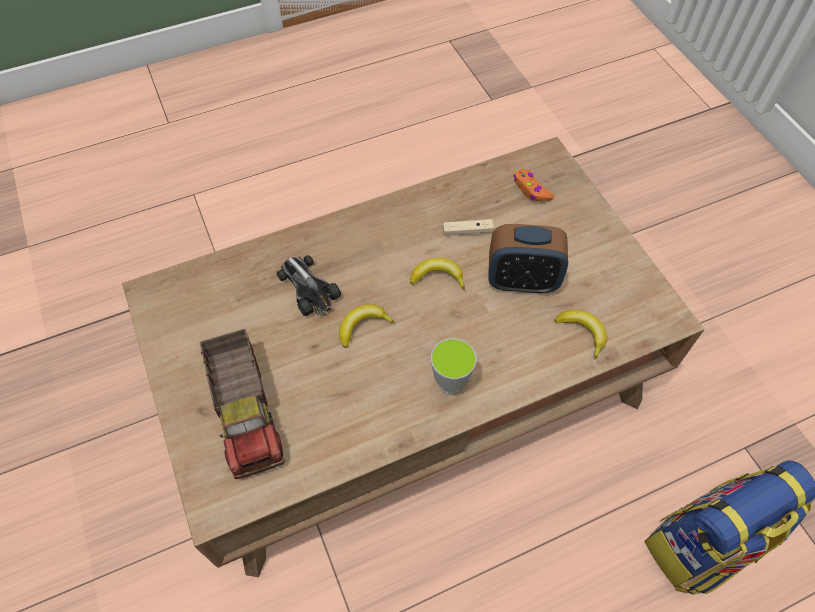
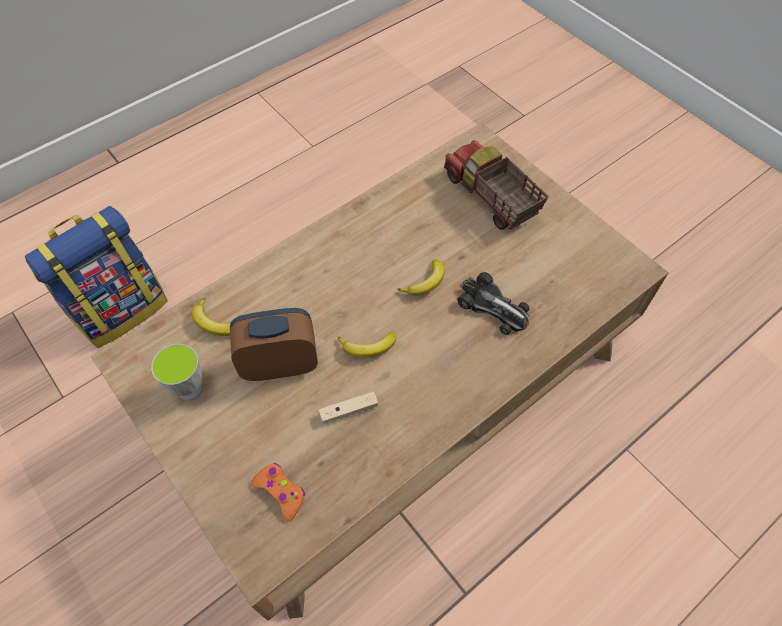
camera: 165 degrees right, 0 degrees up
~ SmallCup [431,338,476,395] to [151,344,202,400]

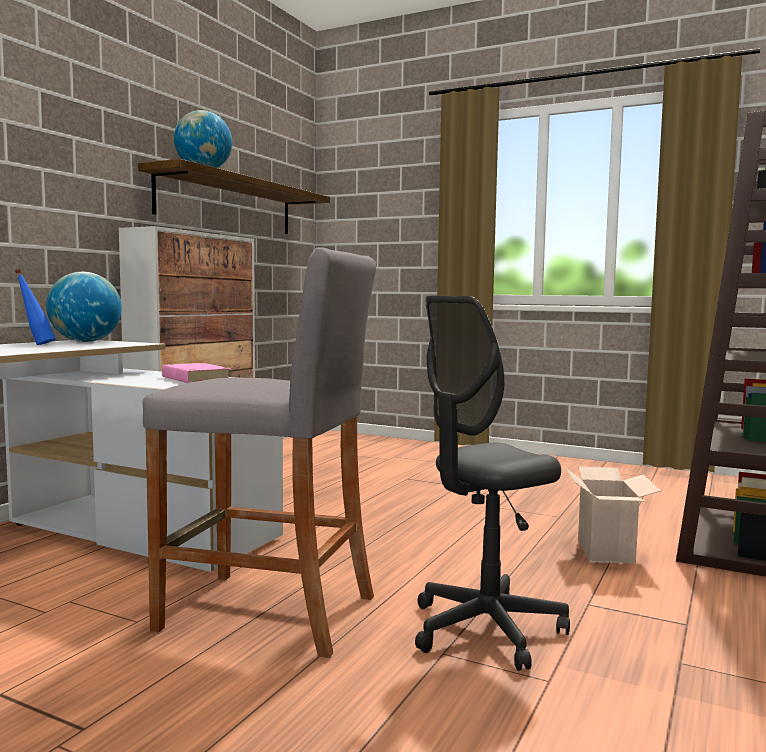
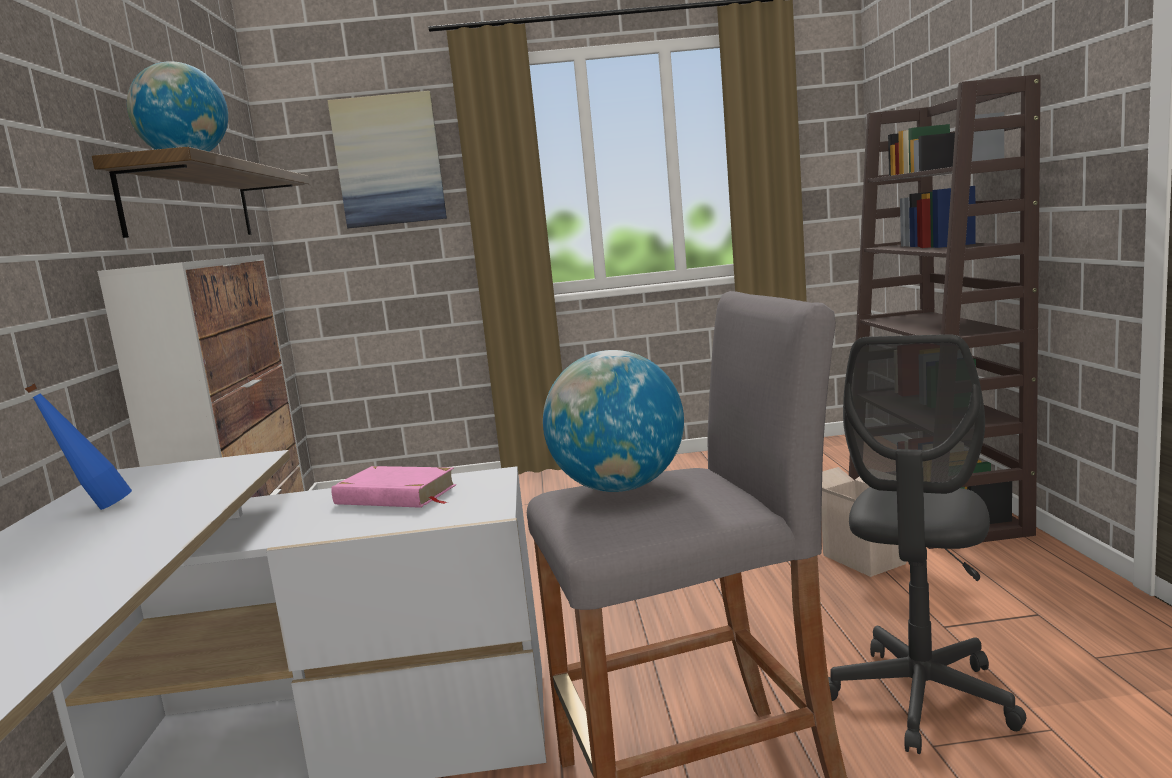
camera: 30 degrees left, 5 degrees up
~ Globe [46,272,122,342] to [543,350,684,492]
+ WallPicture [328,91,447,228]

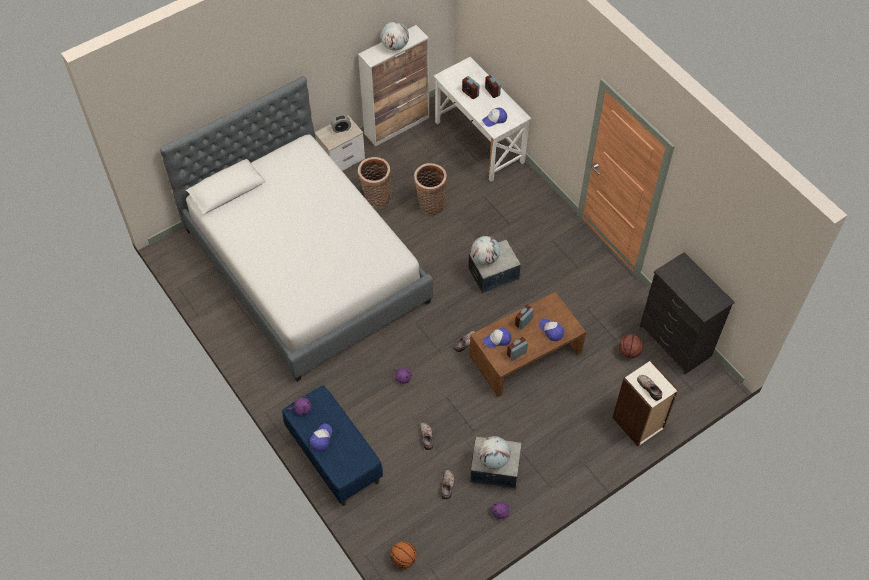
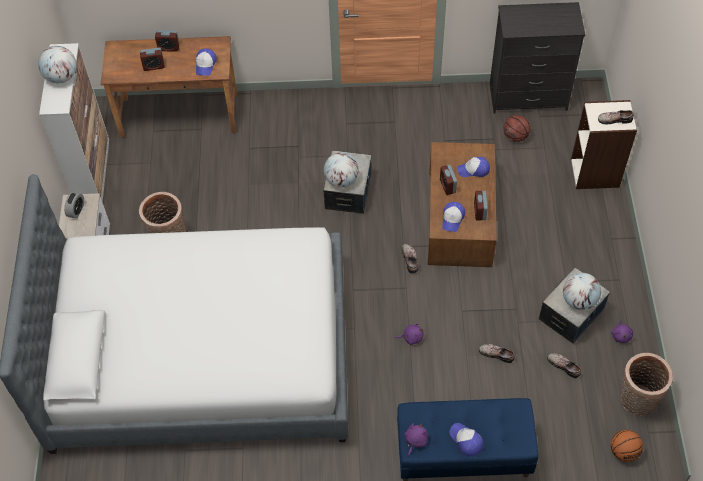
camera: 55 degrees left, 0 degrees up
~ WhiteDeskUnit [433,57,532,182] to BrownDeskUnit [101,36,237,137]
~ HouseholdBasket [414,163,447,215] to [621,353,673,416]

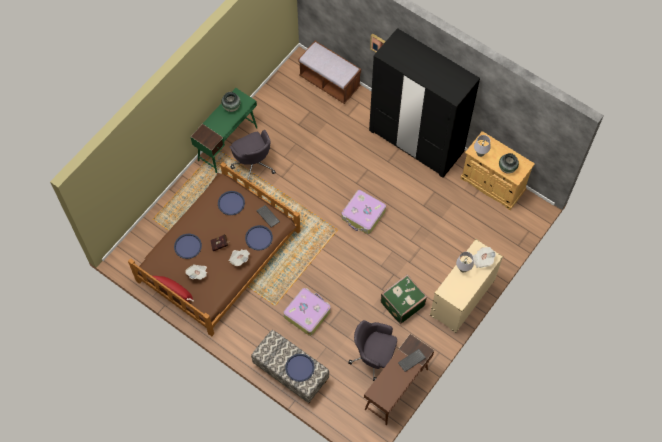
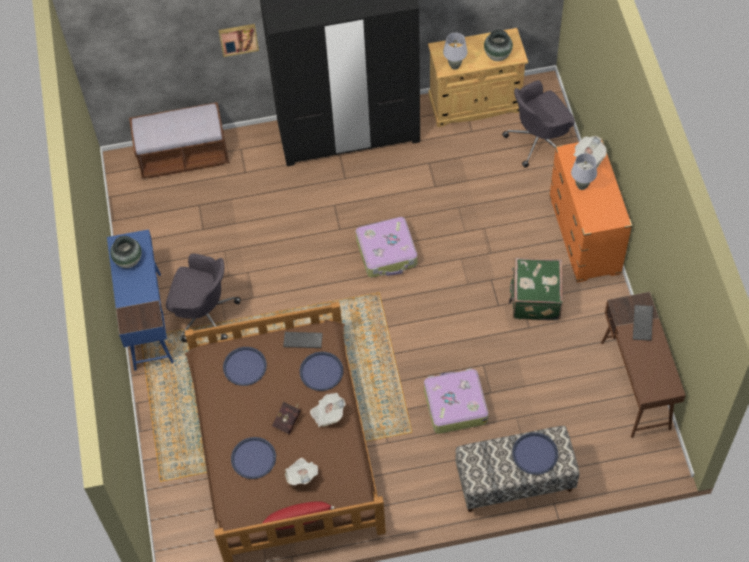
camera: 45 degrees left, 5 degrees down
~ GreenishDeskUnit [191,88,257,173] to BlueDeskUnit [107,229,174,371]
~ BeigeChestOfDrawers [430,239,503,333] to OrangeColouredChestOfDrawers [549,138,632,283]
~ GreyishOfficeChair [348,320,397,381] to [502,80,575,168]

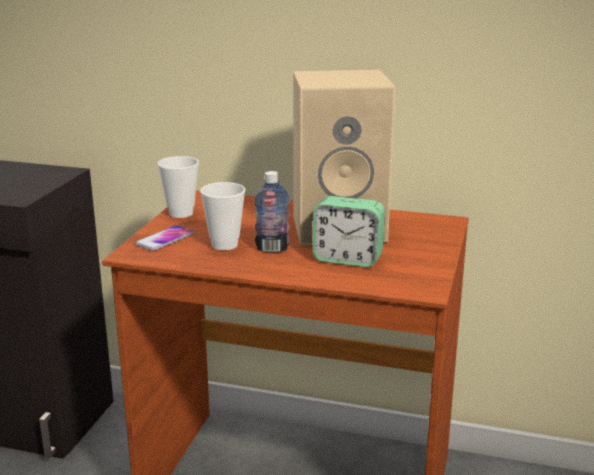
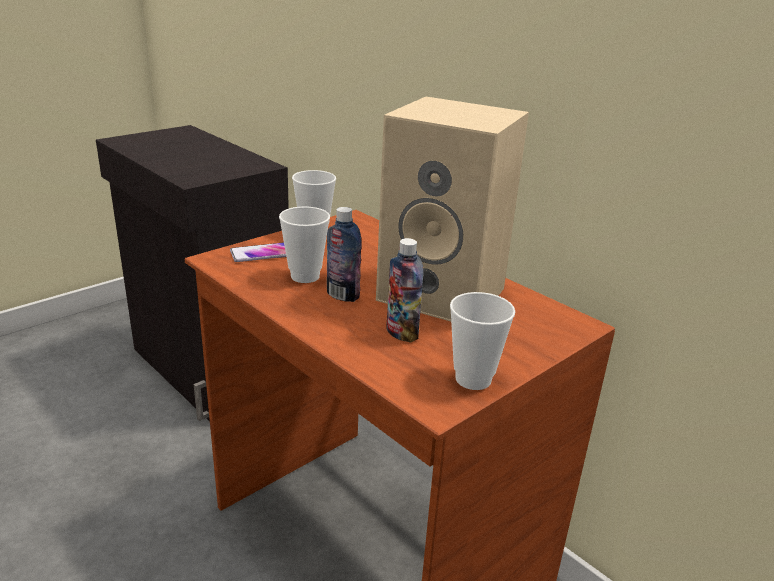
camera: 30 degrees right, 5 degrees up
~ TableClock [312,196,385,267] to Bottle [386,238,423,343]
+ SmallCup [450,292,515,390]

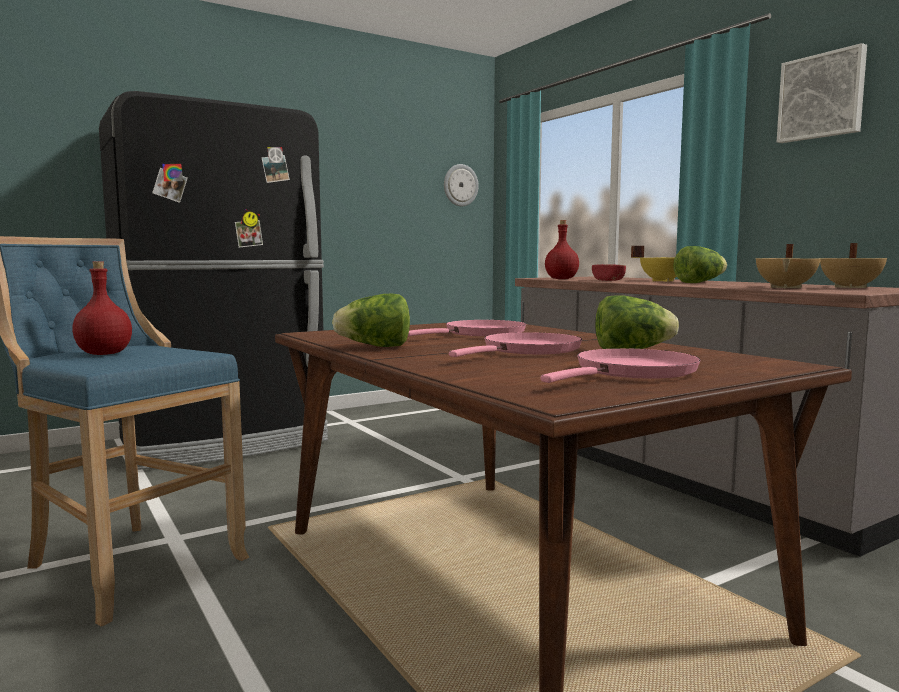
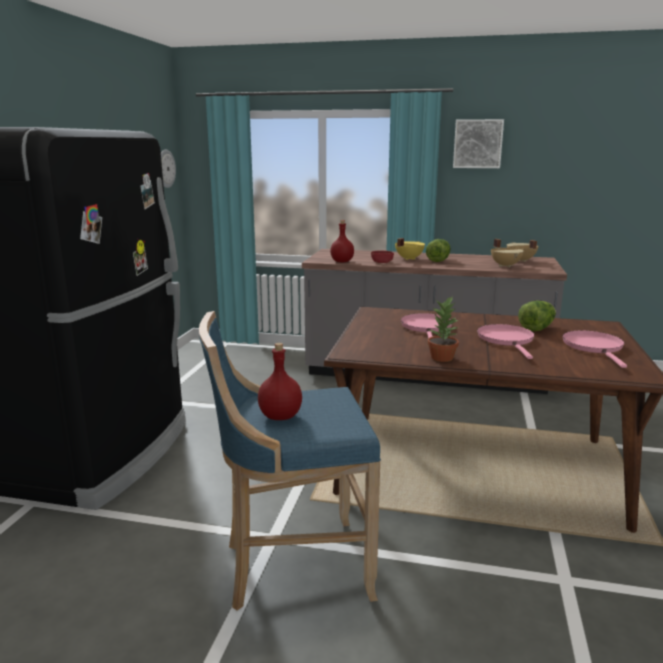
camera: 45 degrees left, 10 degrees up
~ HeadOfLettuce [332,294,410,347] to PlantInAPot [428,296,459,362]

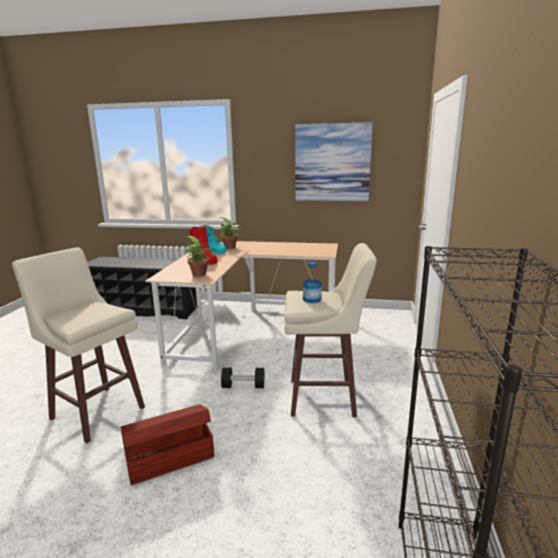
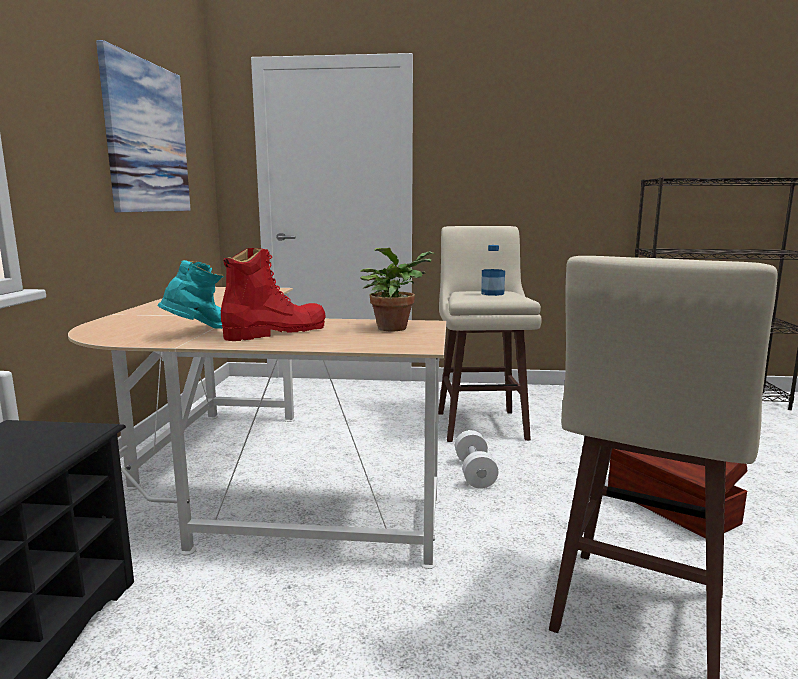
camera: 95 degrees left, 5 degrees down
- PlantInAPot [219,217,241,249]
~ BlackColouredFreeWeight [221,368,265,388] to WhiteFreeWeight [455,430,498,489]

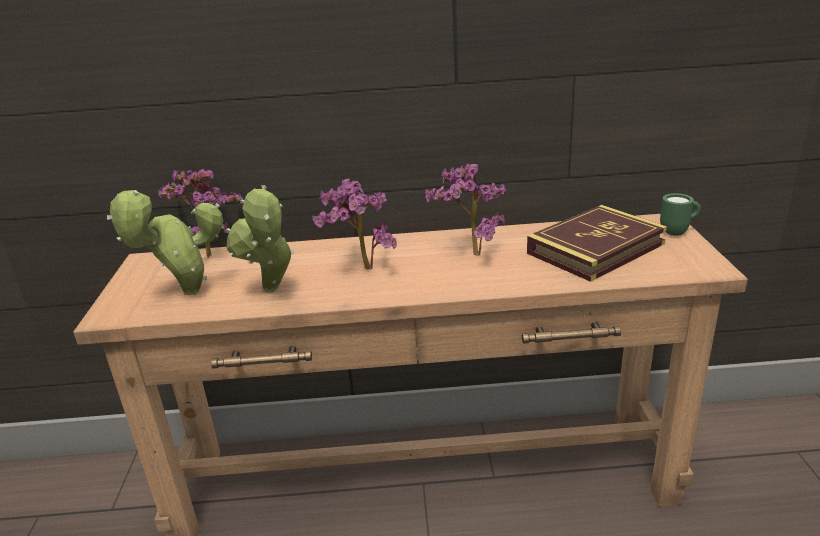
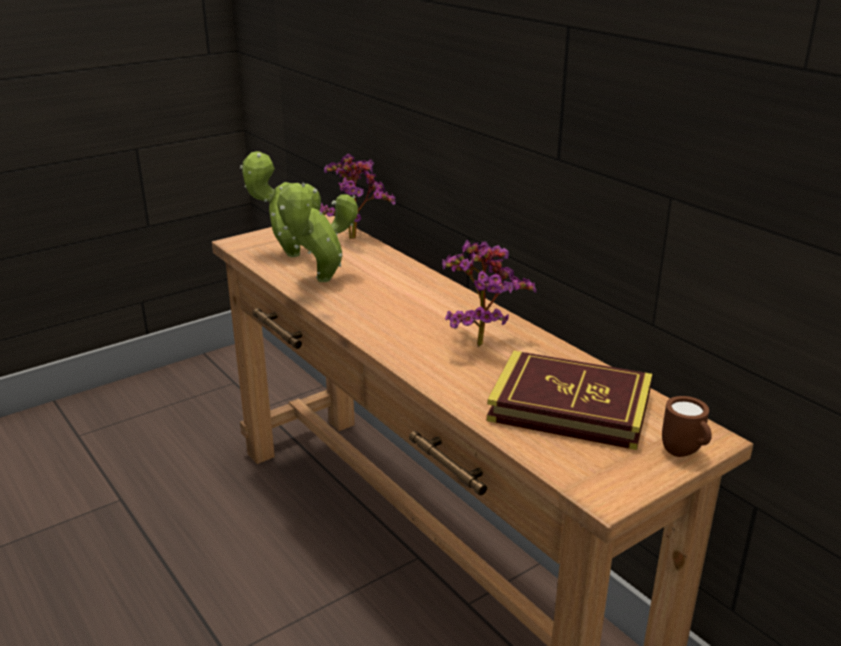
camera: 55 degrees right, 0 degrees up
- PlantInAPot [312,179,397,270]
~ GreenishMug [660,193,701,236] to BrownMug [662,396,712,457]

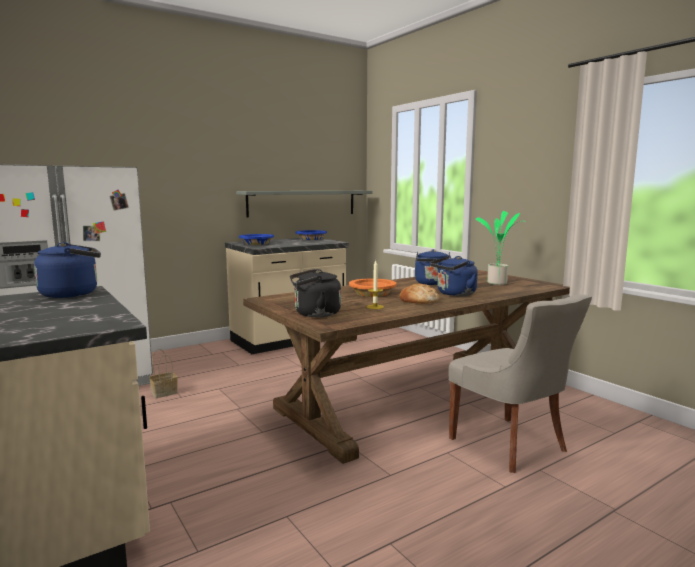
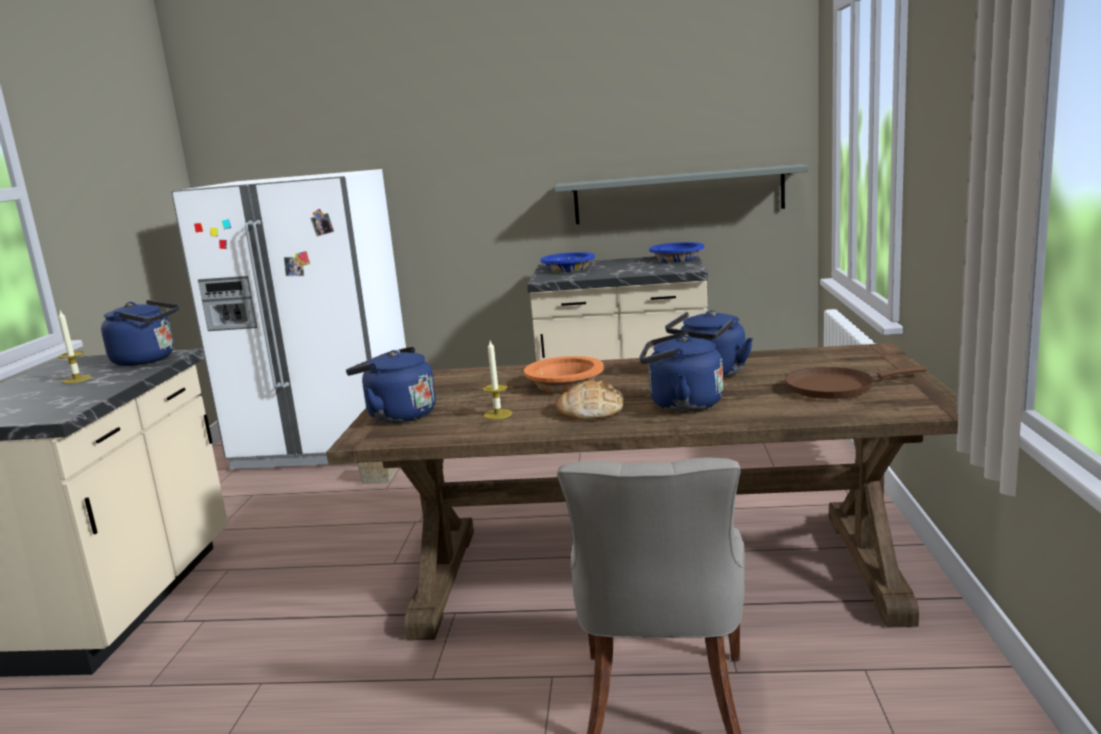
camera: 40 degrees right, 5 degrees up
~ PlantInAPot [475,211,526,285] to BrownSkillet [785,366,927,399]
~ BlackColouredTeaKettle [290,269,341,317] to BlueTeaKettle [346,347,436,423]
+ Candle [58,311,92,384]

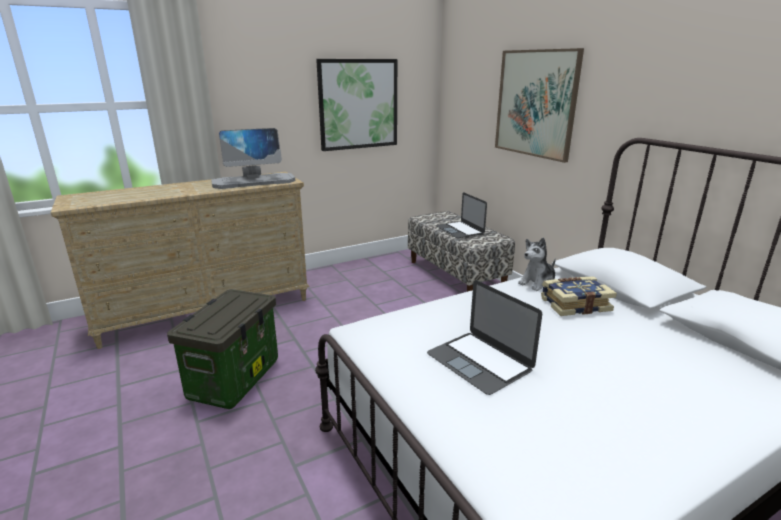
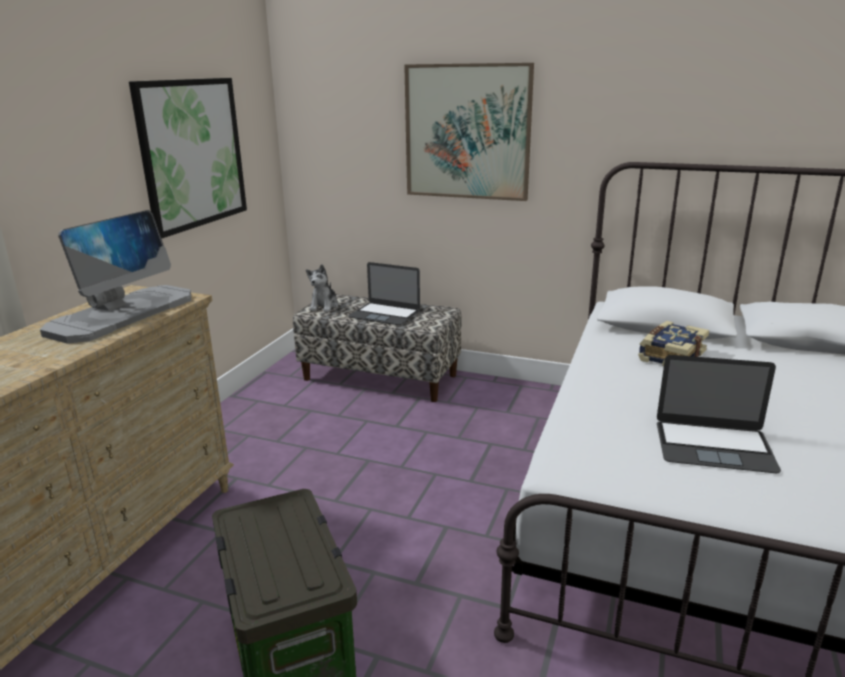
camera: 40 degrees left, 0 degrees up
~ CuddlyToy [518,238,556,291] to [306,264,338,312]

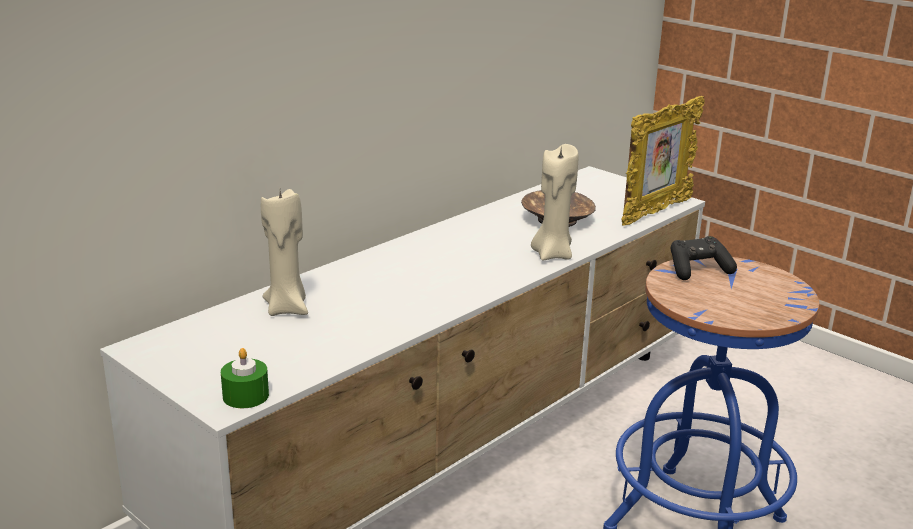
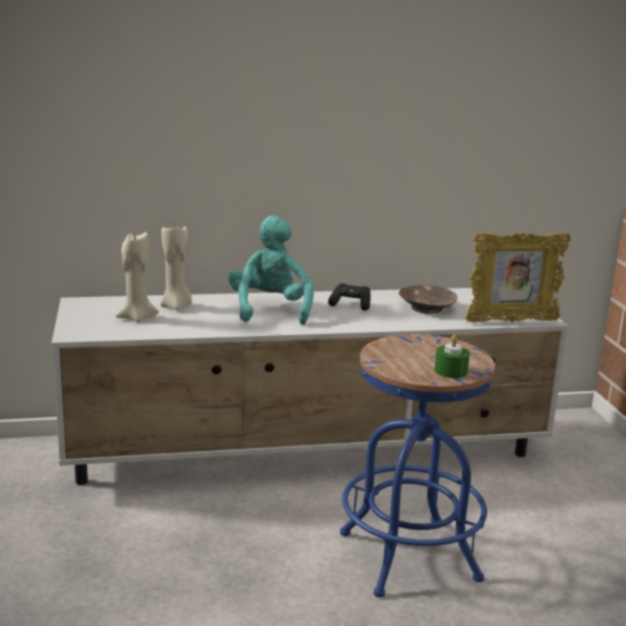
camera: 35 degrees right, 5 degrees down
~ BeigeCandle [531,144,578,260] to [116,231,159,323]
~ BlackColouredGameController [671,236,737,280] to [328,283,371,311]
~ GreenishCandle [221,348,269,408] to [435,334,470,378]
+ BlueGreenCuddlyToy [228,215,314,325]

